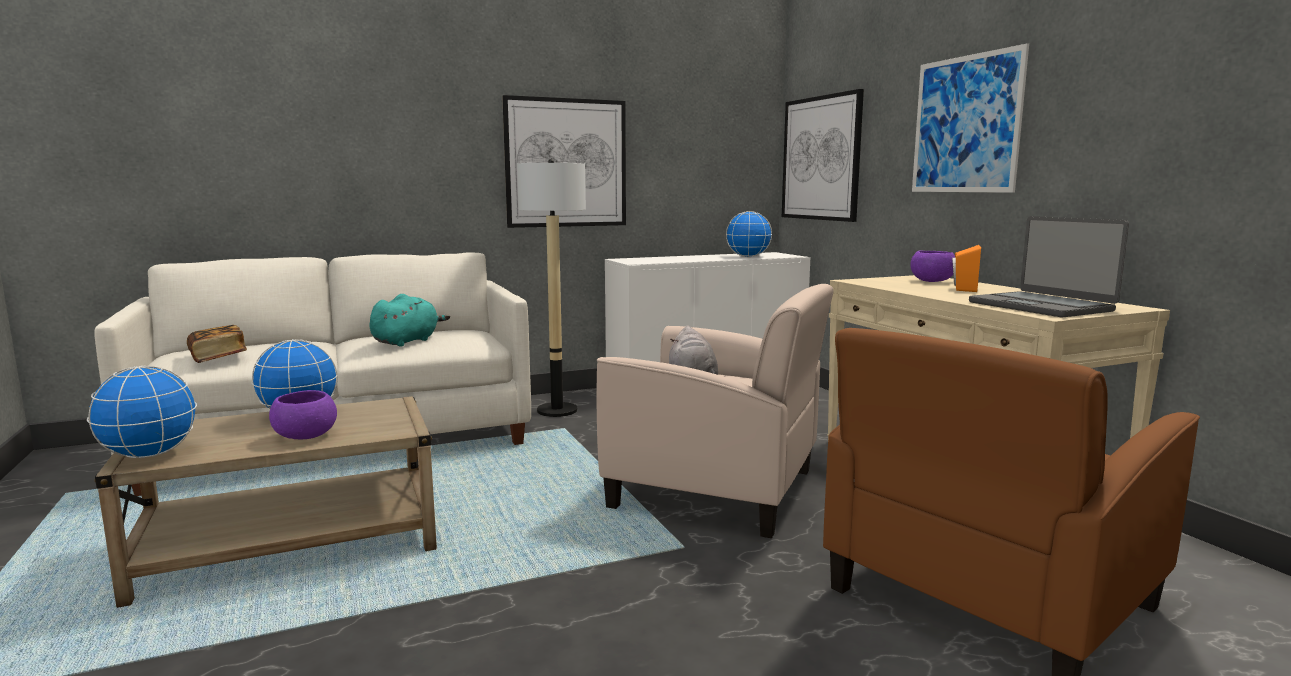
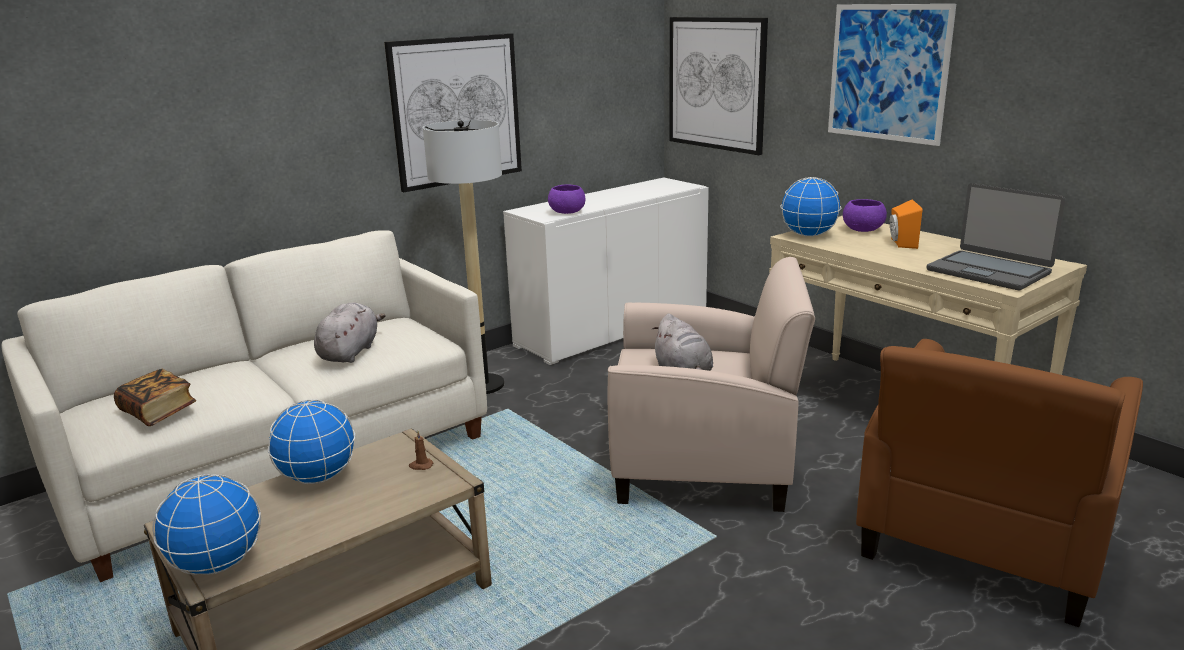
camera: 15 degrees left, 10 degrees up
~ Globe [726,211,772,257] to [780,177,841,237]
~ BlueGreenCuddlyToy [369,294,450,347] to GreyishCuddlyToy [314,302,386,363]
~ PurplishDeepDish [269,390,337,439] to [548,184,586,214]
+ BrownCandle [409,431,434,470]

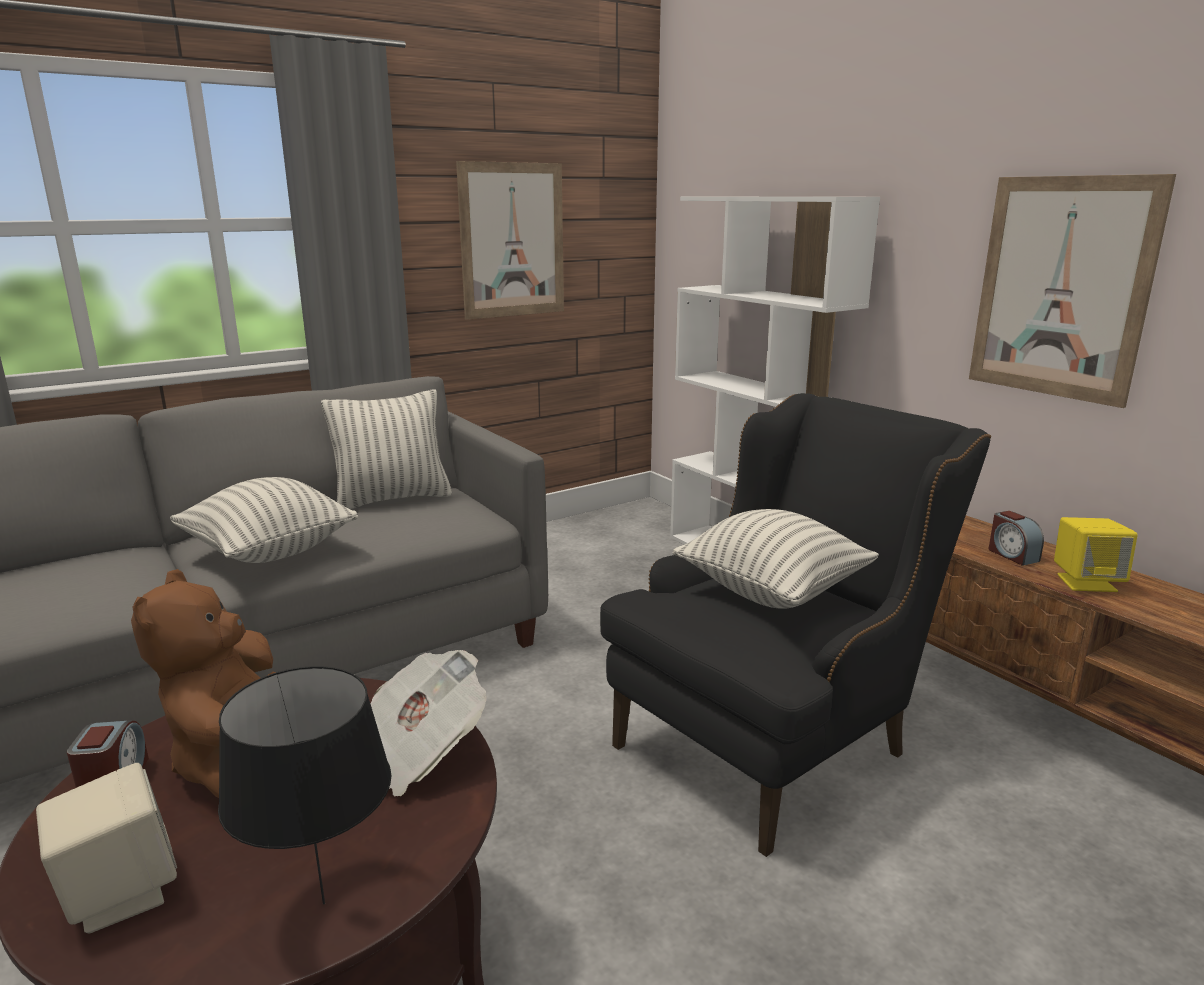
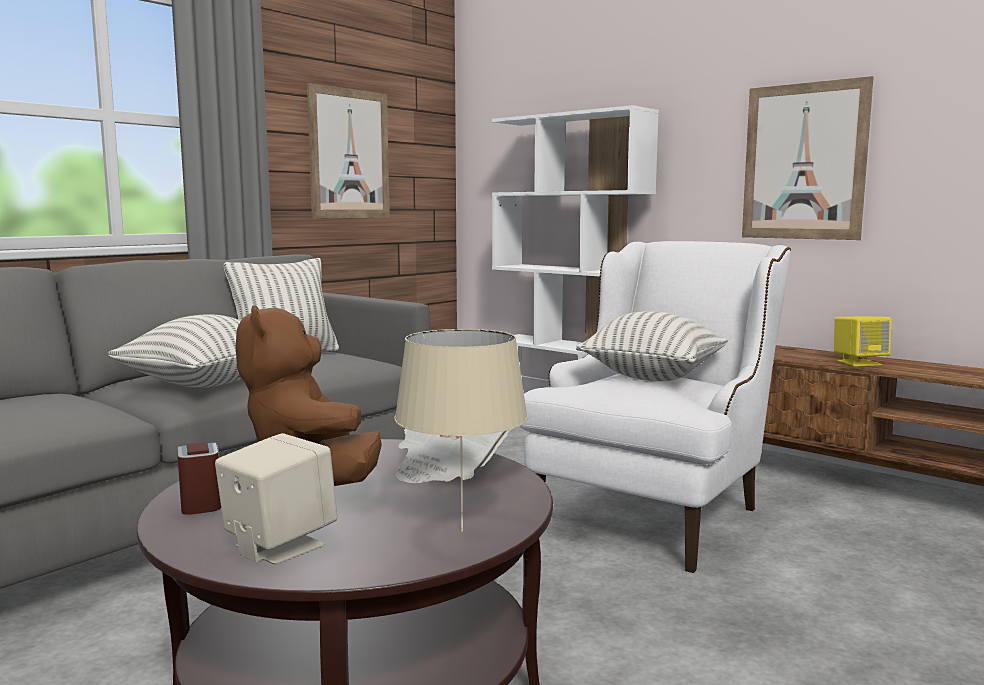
camera: 15 degrees left, 10 degrees down
~ BlackColouredEasyChair [600,393,991,857] to WhiteEasyChair [520,241,791,573]
- TableClock [988,511,1044,566]
~ BlackColouredTabletopLamp [218,666,391,905] to BeigeTabletopLamp [394,329,528,531]

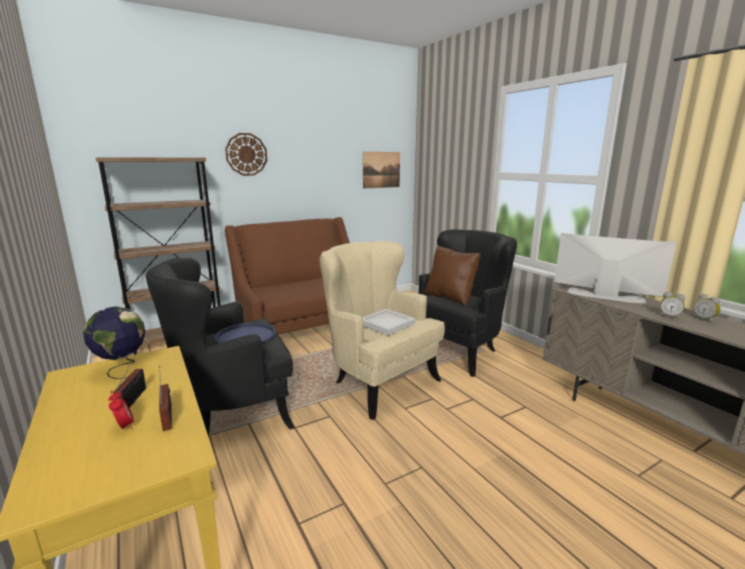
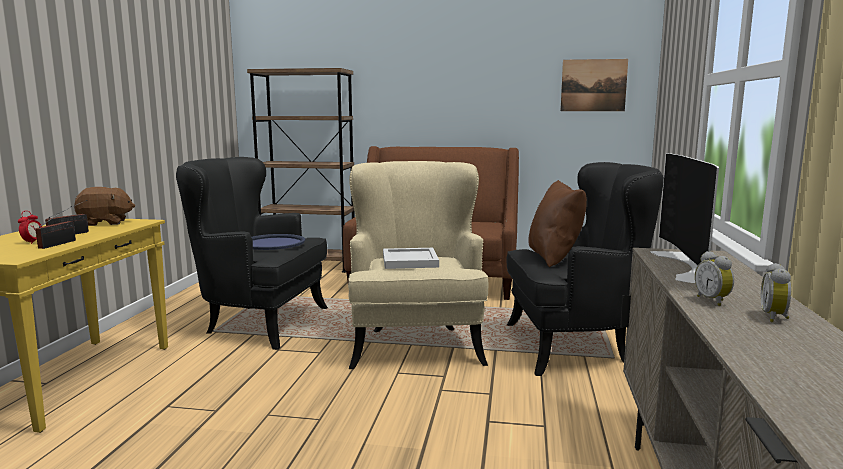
camera: 40 degrees right, 5 degrees down
- ClockOnTheWall [225,133,267,176]
~ TvSet [554,233,676,303] = [650,153,719,283] 150 degrees counterclockwise
~ Globe [83,306,145,379] to BrownCuddlyToy [74,187,135,226]

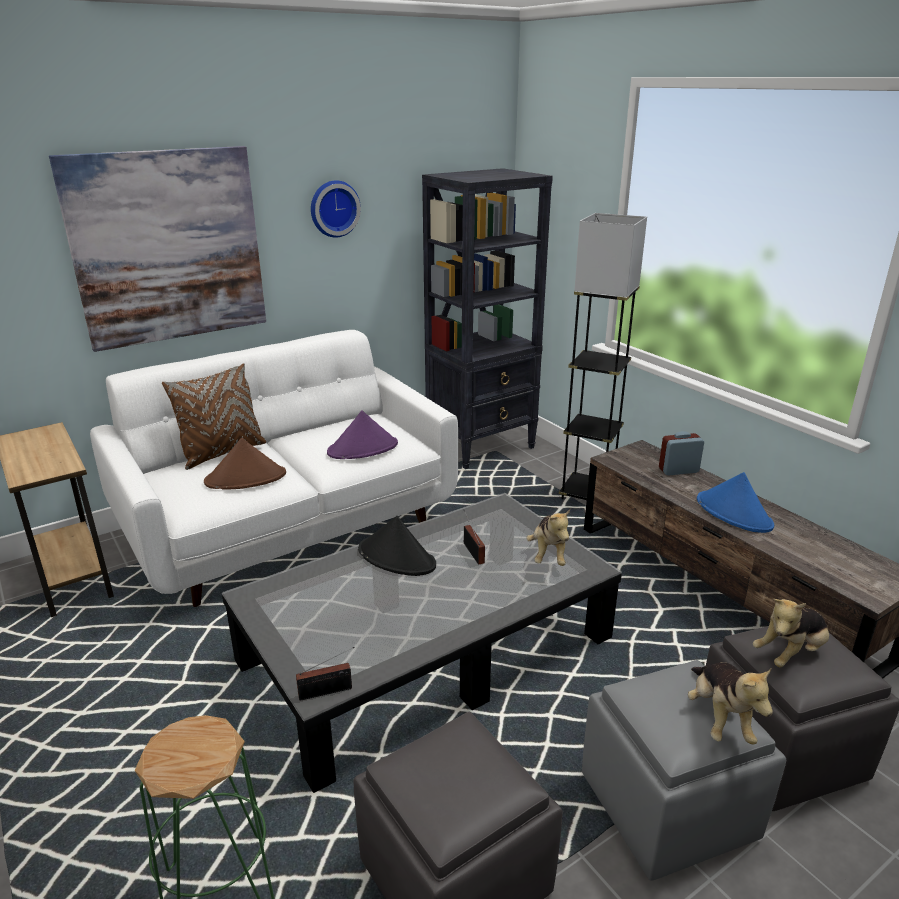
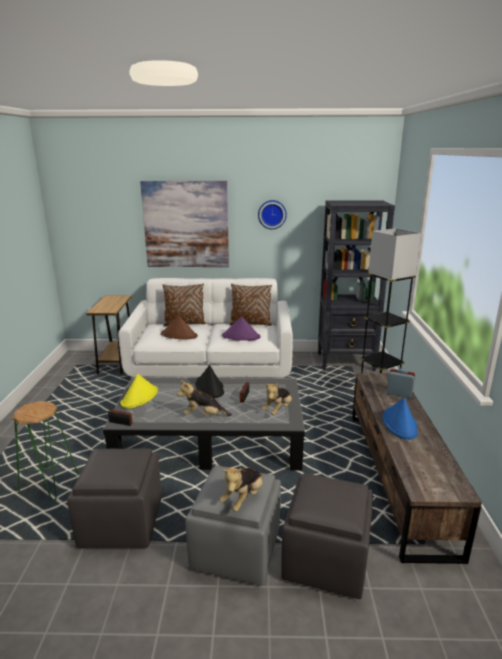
camera: 35 degrees right, 5 degrees down
~ CuddlyToy [753,599,829,667] to [177,380,232,416]
+ BrownCushion [229,283,272,326]
+ YellowishHat [120,374,158,409]

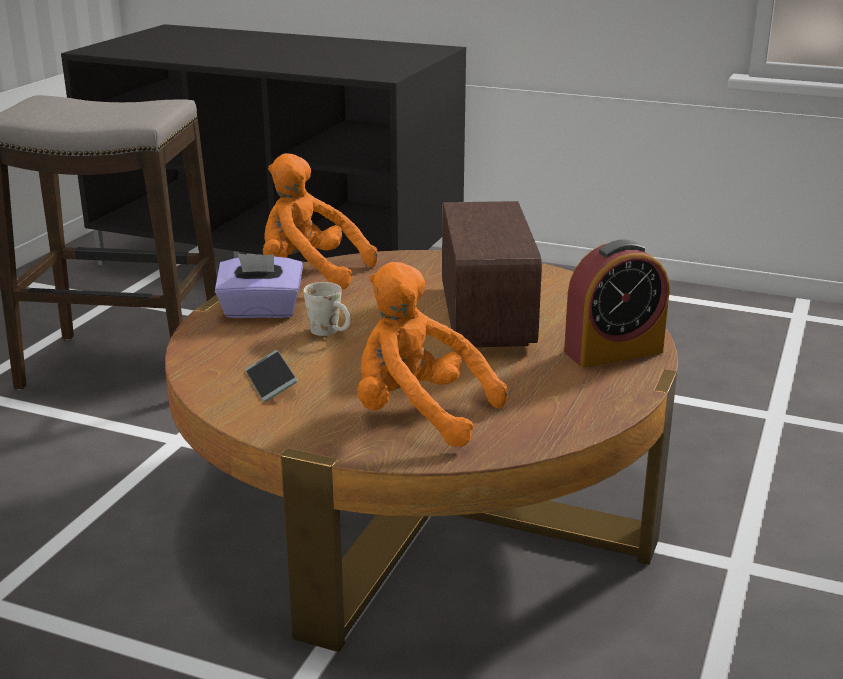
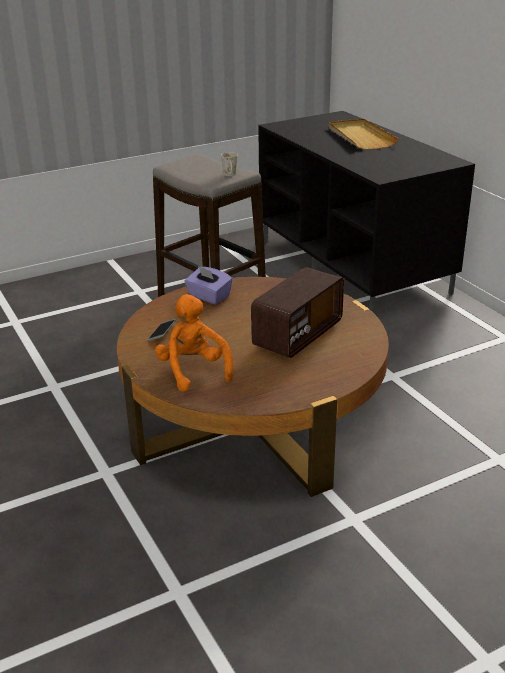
camera: 40 degrees right, 5 degrees up
- OrangeColouredCuddlyToy [263,153,378,289]
- TableClock [564,239,669,367]
~ WhiteMug [303,282,351,336] to [221,152,238,176]
+ BeigeCarryingTray [329,119,399,150]

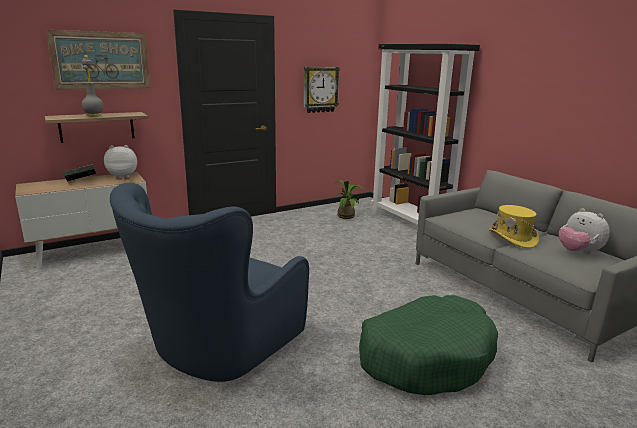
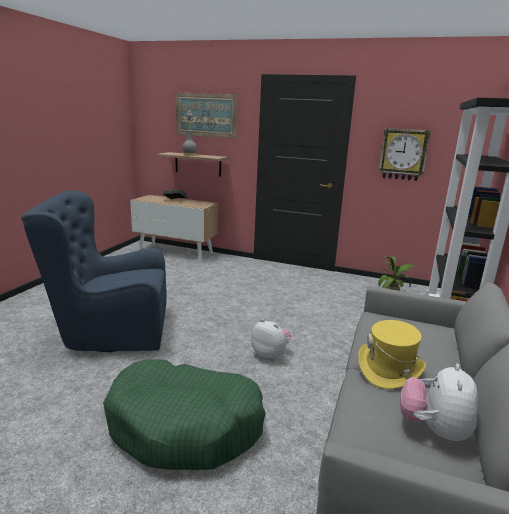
camera: 50 degrees right, 0 degrees up
~ CuddlyToy [104,145,137,178] to [251,319,292,360]

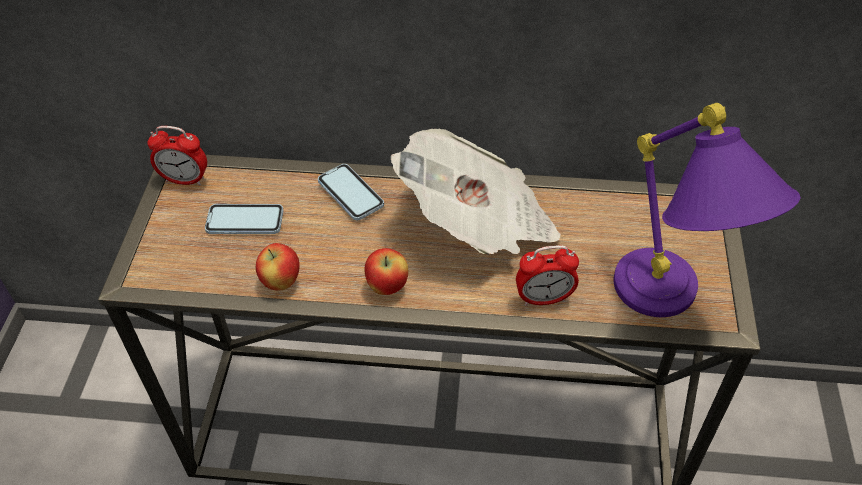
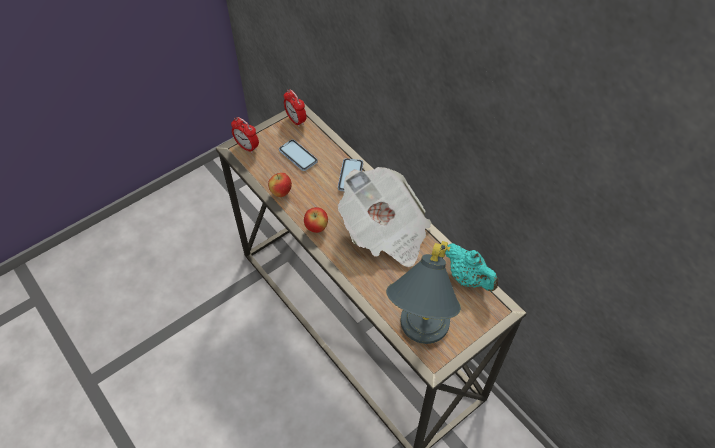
camera: 45 degrees right, 5 degrees up
~ PurplishTabletopLamp [614,103,801,317] to GreyishTabletopLamp [386,241,461,344]
~ TableClock [516,245,579,306] to [231,117,259,153]
+ BlueGreenTeapot [445,243,498,291]

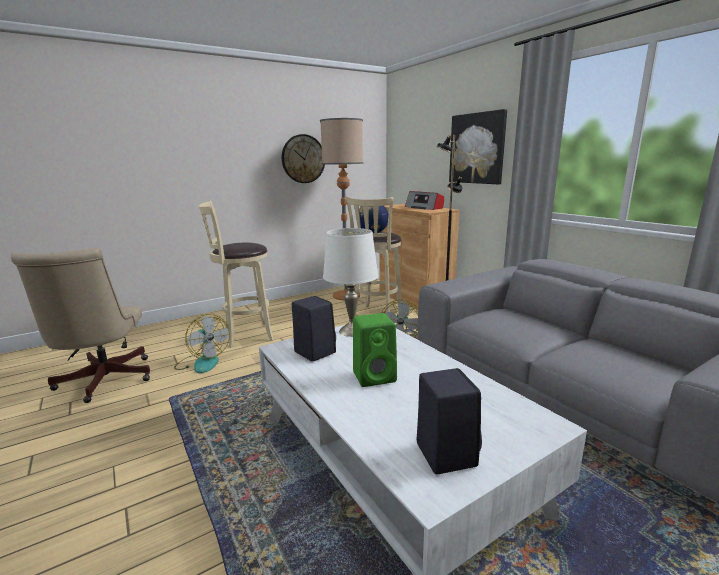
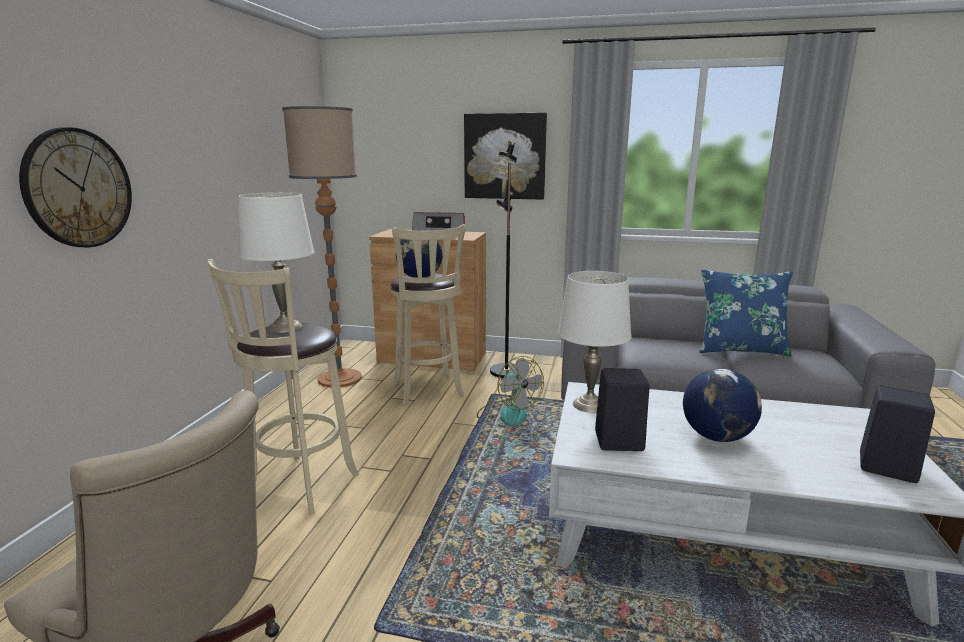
camera: 45 degrees left, 0 degrees up
~ ClockOnTheWall [282,134,325,183] to [19,127,132,247]
~ GreenishLoudspeaker [353,313,397,387] to Globe [683,368,762,442]
- CoolingFan [174,314,230,373]
+ WhiteTabletopLamp [238,192,314,333]
+ BlueCushion [700,269,793,356]

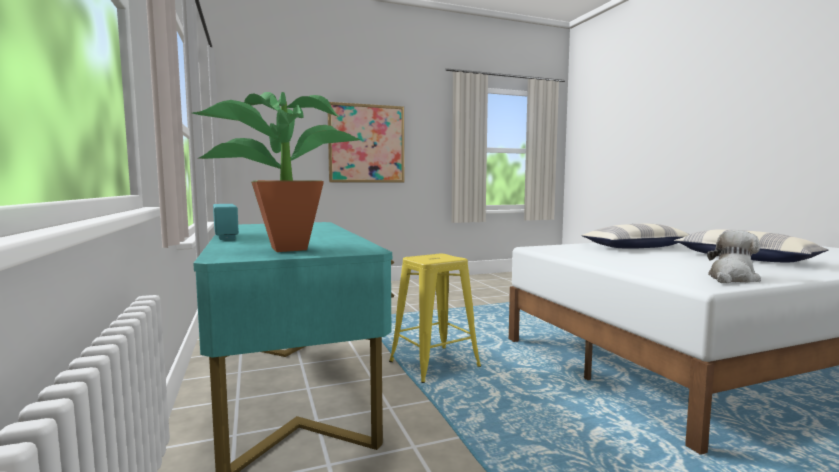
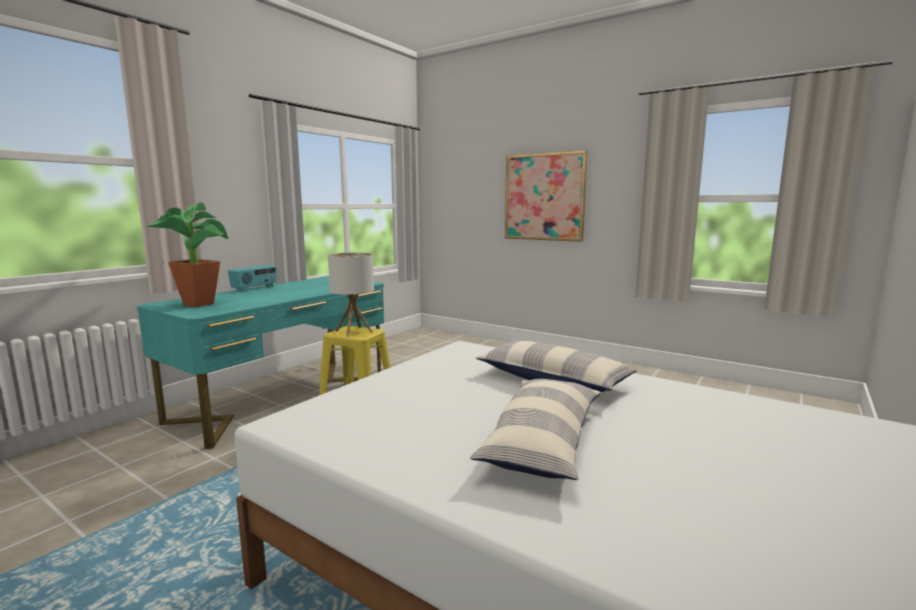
camera: 55 degrees right, 5 degrees up
- CuddlyToy [707,230,761,283]
+ TabletopLamp [328,252,374,337]

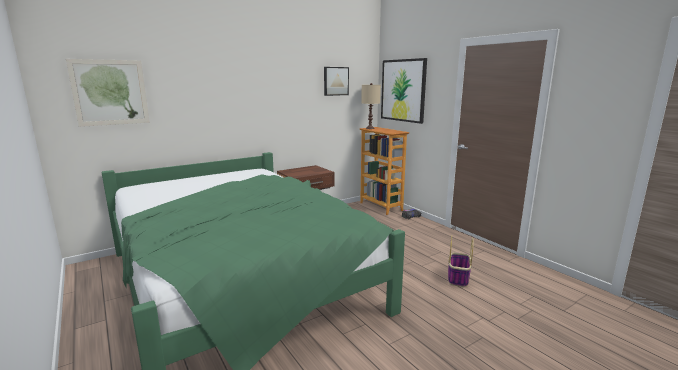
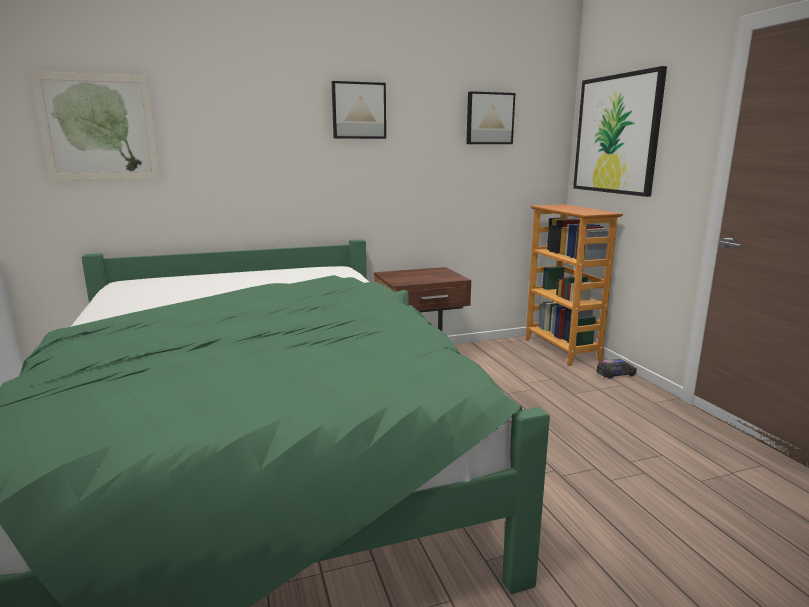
camera: 15 degrees right, 0 degrees up
- BeigeTabletopLamp [361,83,381,129]
- HouseholdBasket [448,235,474,287]
+ WallPicture [332,81,386,139]

